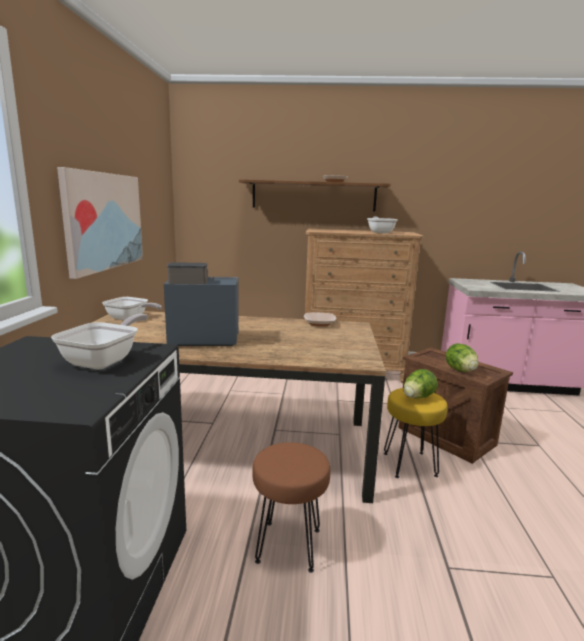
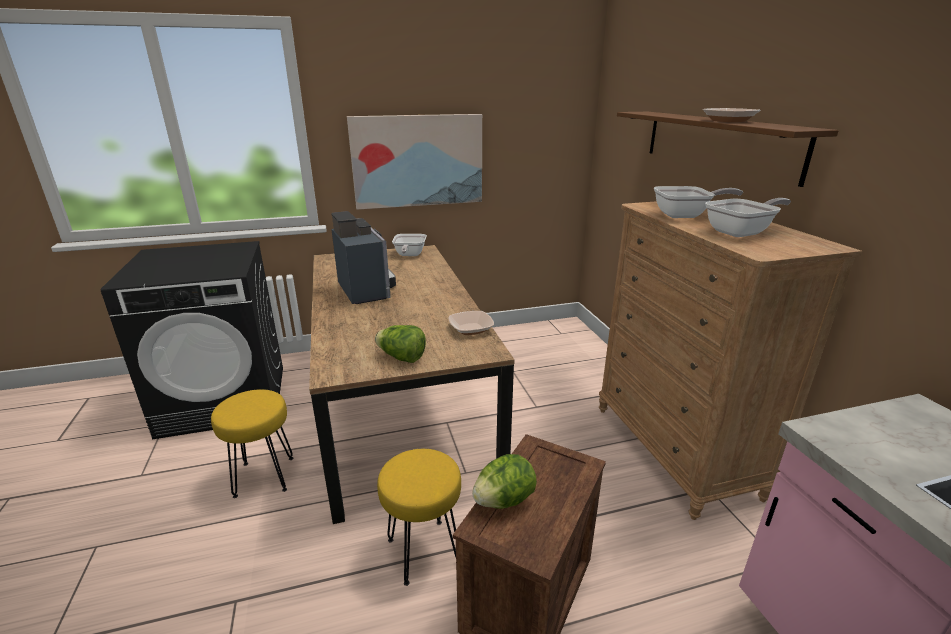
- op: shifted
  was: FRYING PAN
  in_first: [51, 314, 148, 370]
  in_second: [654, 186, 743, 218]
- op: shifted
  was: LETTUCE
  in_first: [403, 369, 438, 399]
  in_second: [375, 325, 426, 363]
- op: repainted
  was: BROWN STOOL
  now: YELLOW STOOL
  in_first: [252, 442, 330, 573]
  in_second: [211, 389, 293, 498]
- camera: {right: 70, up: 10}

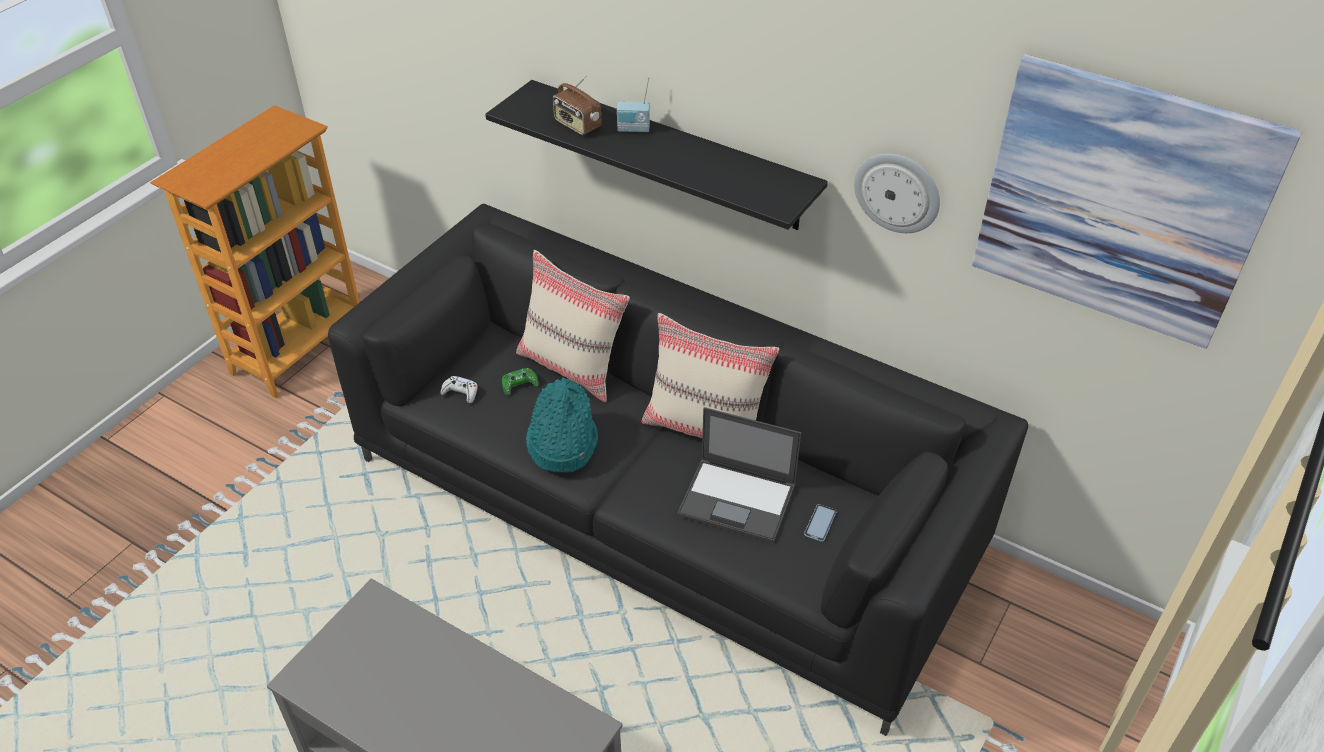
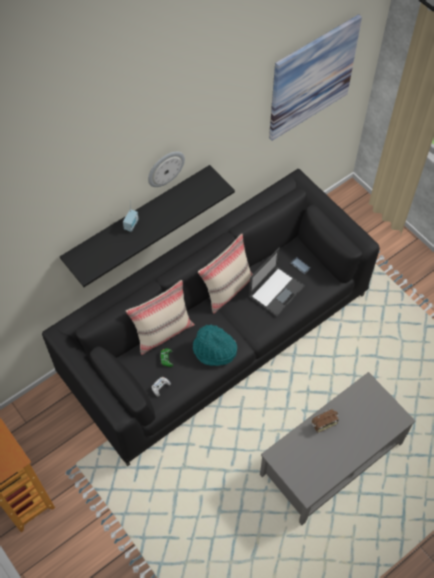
- op: shifted
  was: RADIO
  in_first: [553, 75, 601, 135]
  in_second: [312, 409, 339, 433]
- op: shifted
  was: WALL CLOCK
  in_first: [854, 153, 940, 233]
  in_second: [148, 151, 185, 187]
- camera: {right: -70, up: 15}

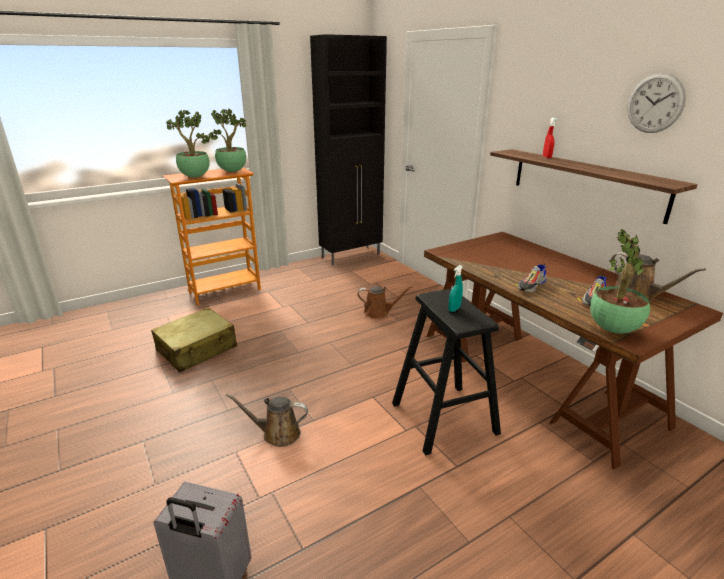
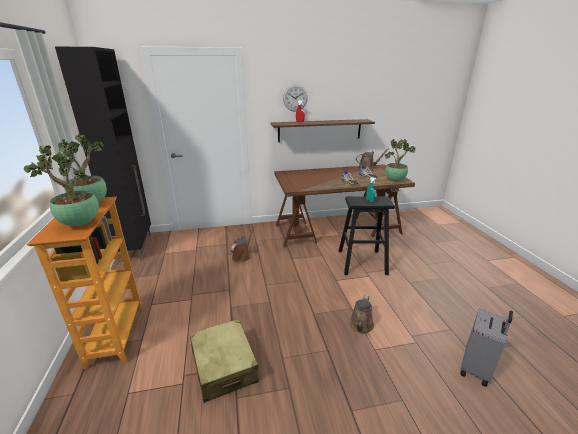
- op: shifted
  was: WALL CLOCK
  in_first: [627, 73, 686, 133]
  in_second: [283, 85, 308, 112]
- camera: {right: -70, up: 0}

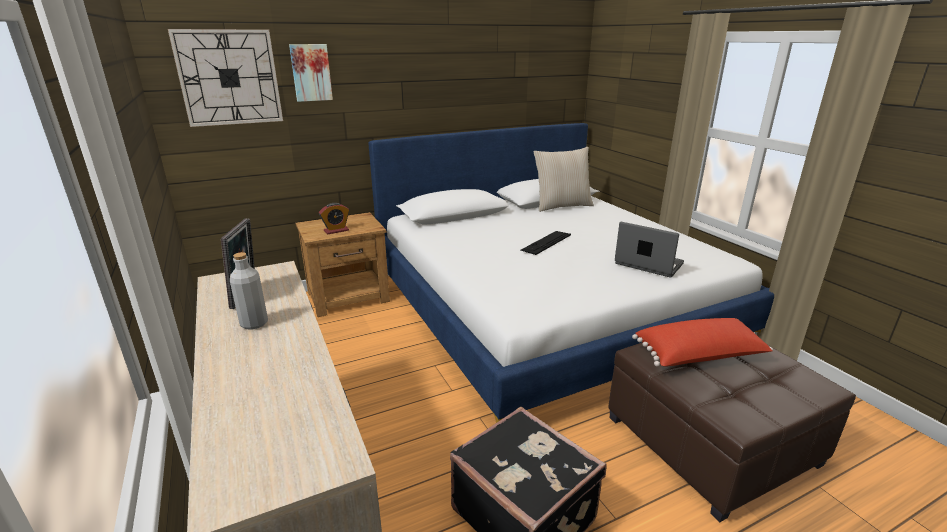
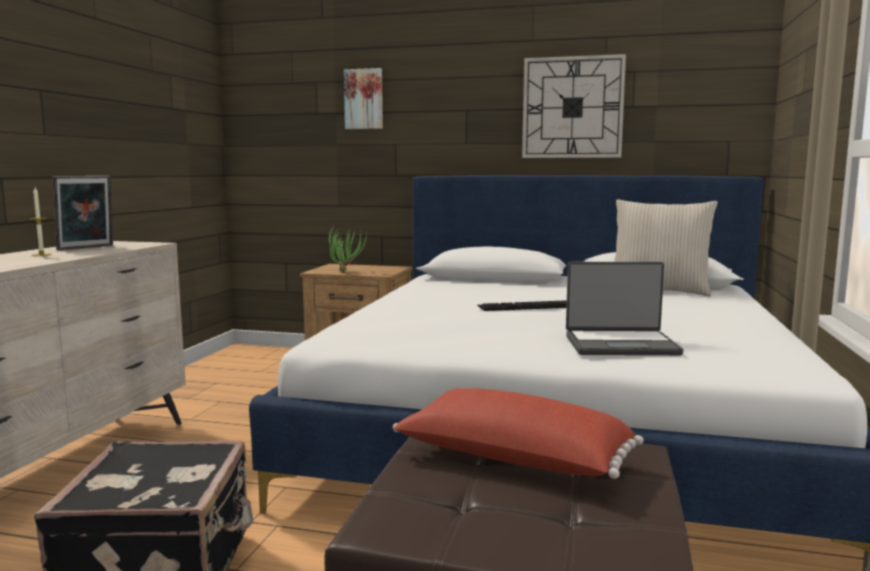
- op: shifted
  was: WALL CLOCK
  in_first: [168, 29, 283, 127]
  in_second: [522, 54, 626, 158]
- op: swapped
  was: ALARM CLOCK
  now: POTTED PLANT
  in_first: [319, 203, 349, 234]
  in_second: [329, 227, 367, 272]
- op: rotated
  was: LAPTOP
  in_first: [615, 222, 684, 278]
  in_second: [566, 262, 683, 355]
  clockwise: 105
- op: swapped
  was: GREY BOTTLE
  now: CANDLE
  in_first: [230, 252, 268, 330]
  in_second: [29, 188, 52, 256]
- camera: {right: 40, up: -15}

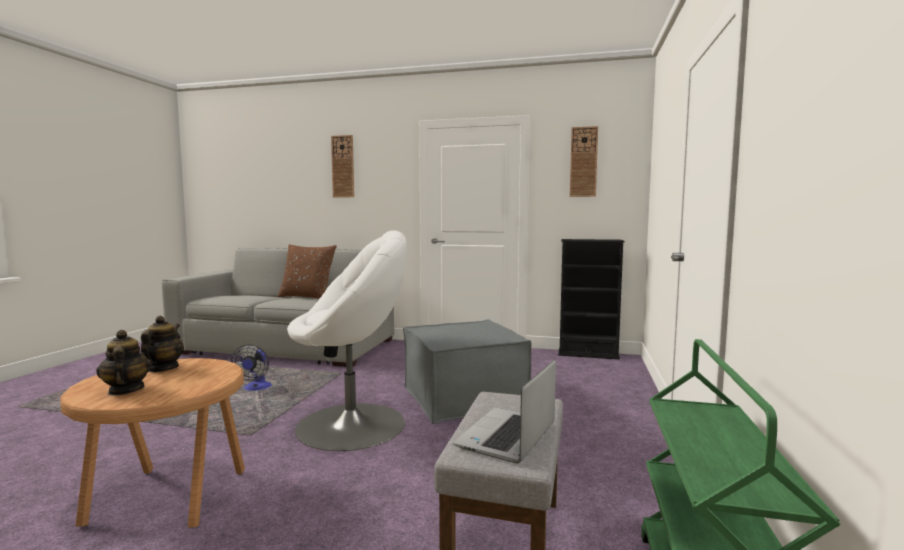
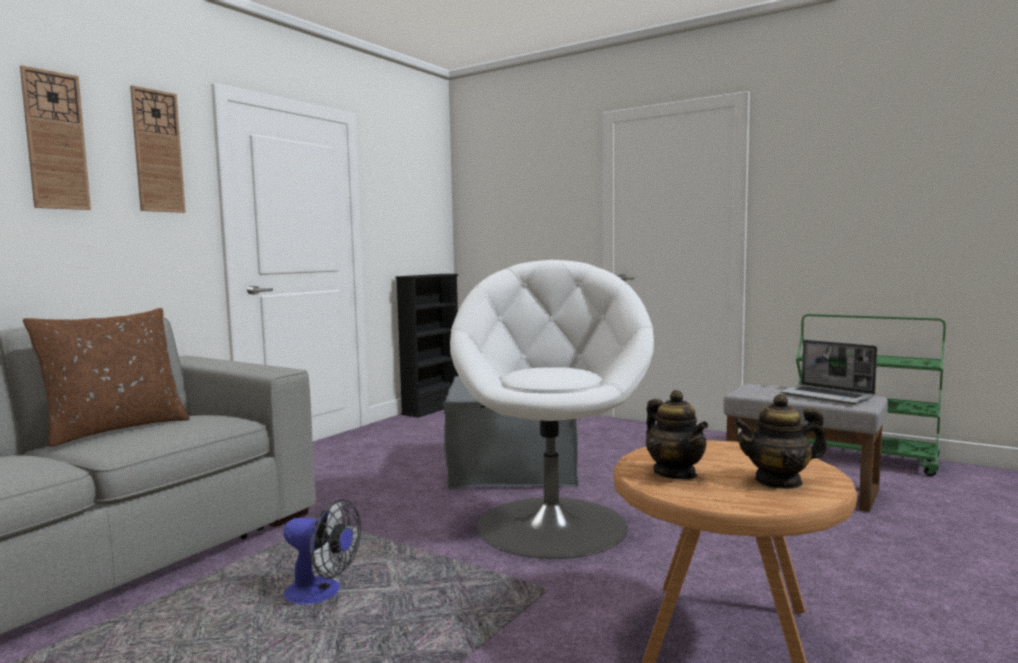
- op: shifted
  was: WALL CLOCK
  in_first: [570, 126, 598, 197]
  in_second: [130, 85, 186, 213]
- op: rotated
  was: TEAPOT
  in_first: [141, 315, 184, 372]
  in_second: [646, 390, 708, 480]
  clockwise: -135
- camera: {right: -70, up: 0}

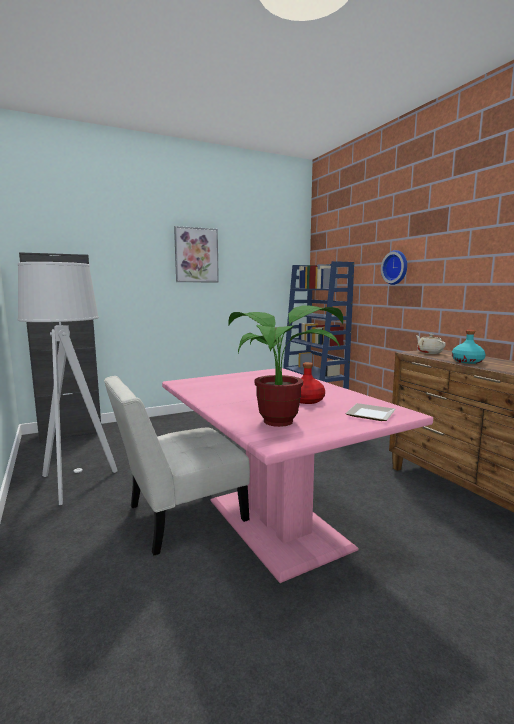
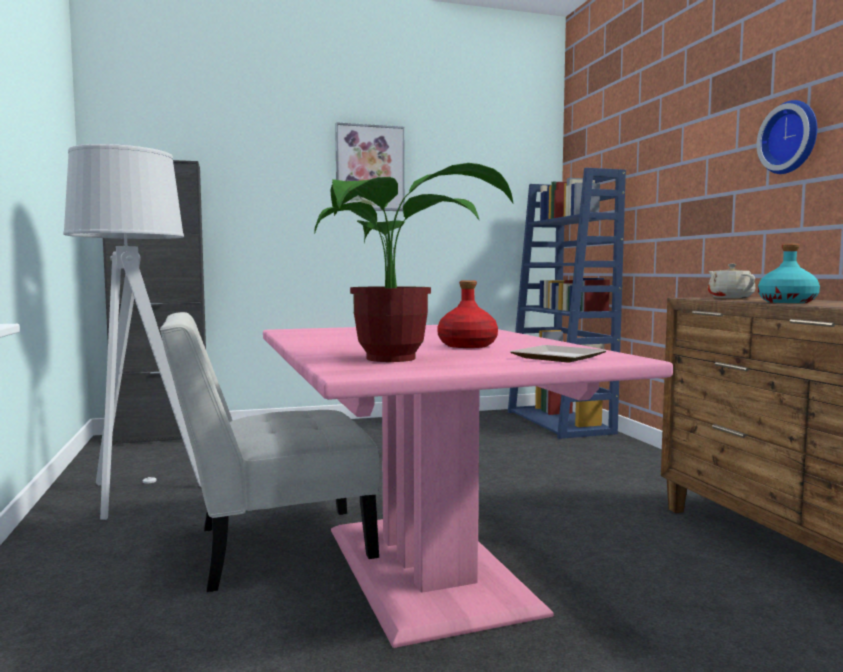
- op: shifted
  was: WALL CLOCK
  in_first: [381, 250, 407, 285]
  in_second: [757, 100, 817, 174]
- camera: {right: 10, up: -5}

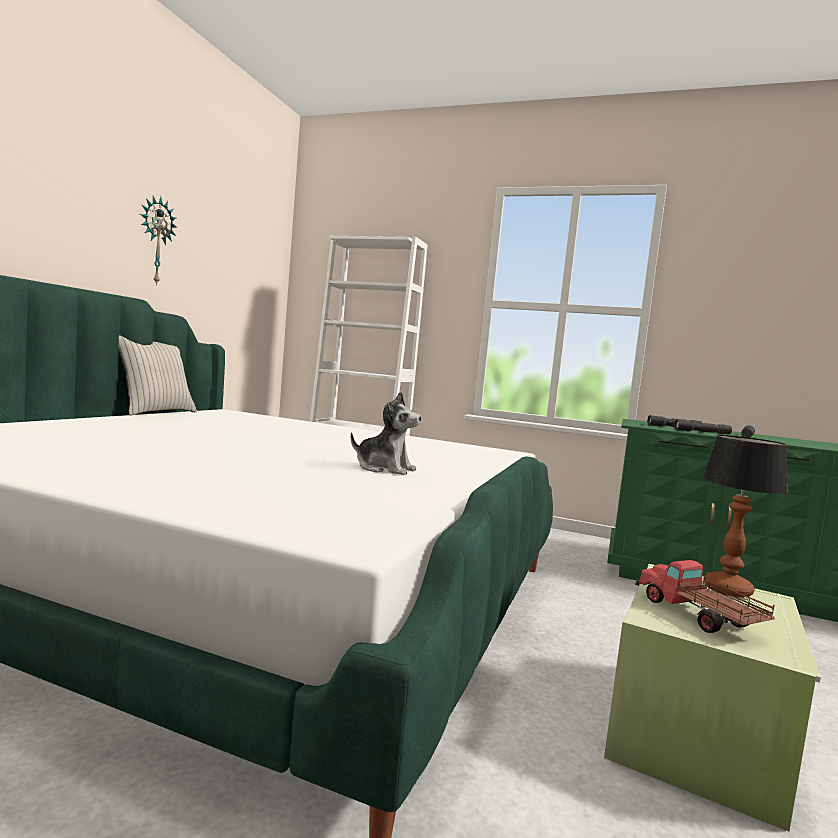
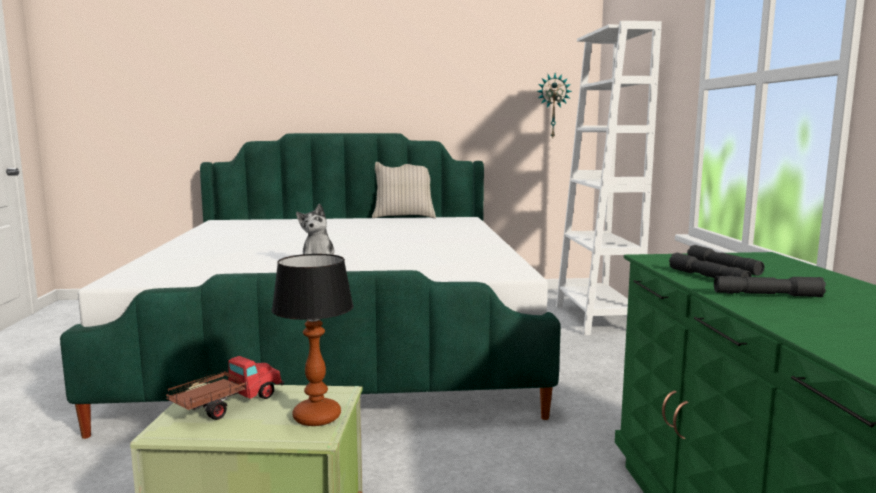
- op: shifted
  was: WALL CLOCK
  in_first: [140, 196, 178, 285]
  in_second: [537, 73, 572, 138]
- camera: {right: 65, up: 5}

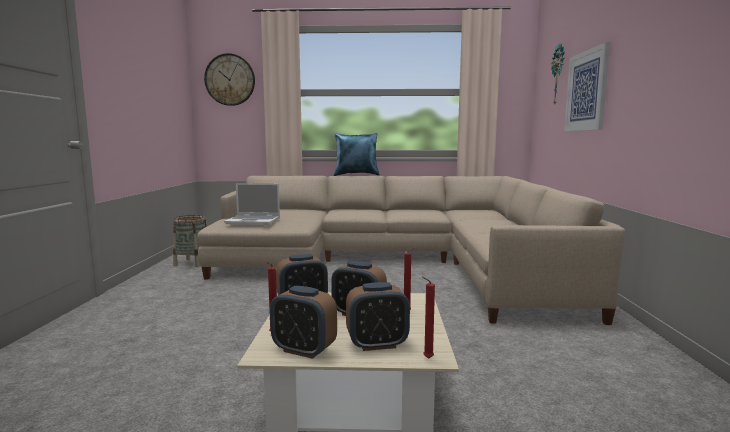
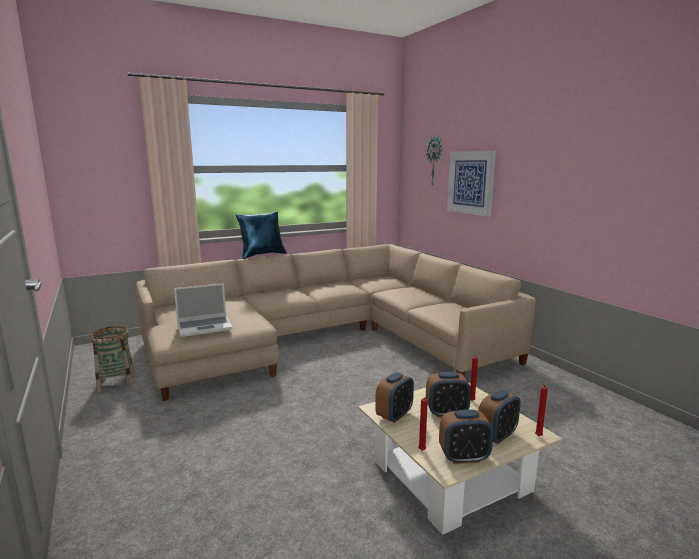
- op: gone
  was: WALL CLOCK
  in_first: [204, 53, 255, 106]
- camera: {right: -30, up: 5}

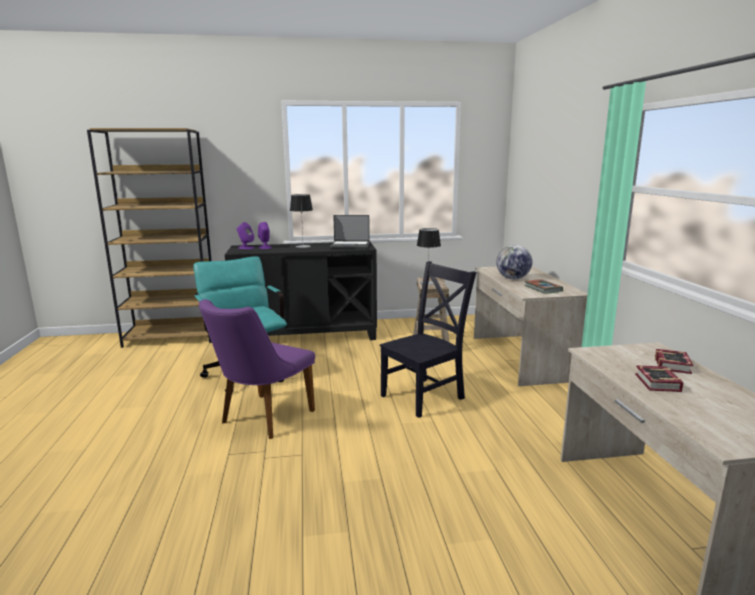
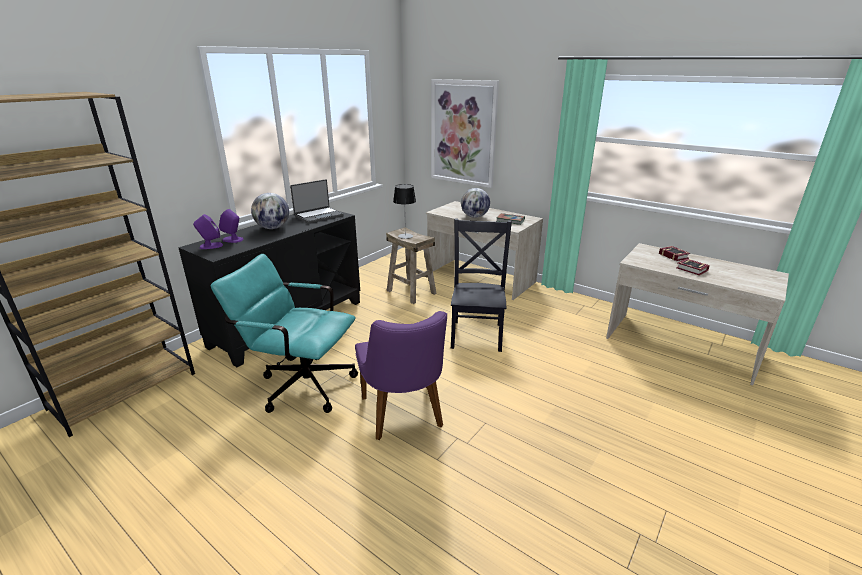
- op: swapped
  was: TABLE LAMP
  now: GLOBE
  in_first: [290, 194, 313, 248]
  in_second: [251, 193, 289, 229]
- op: new
  now: PICTURE
  in_second: [431, 79, 499, 188]
- camera: {right: -45, up: 10}

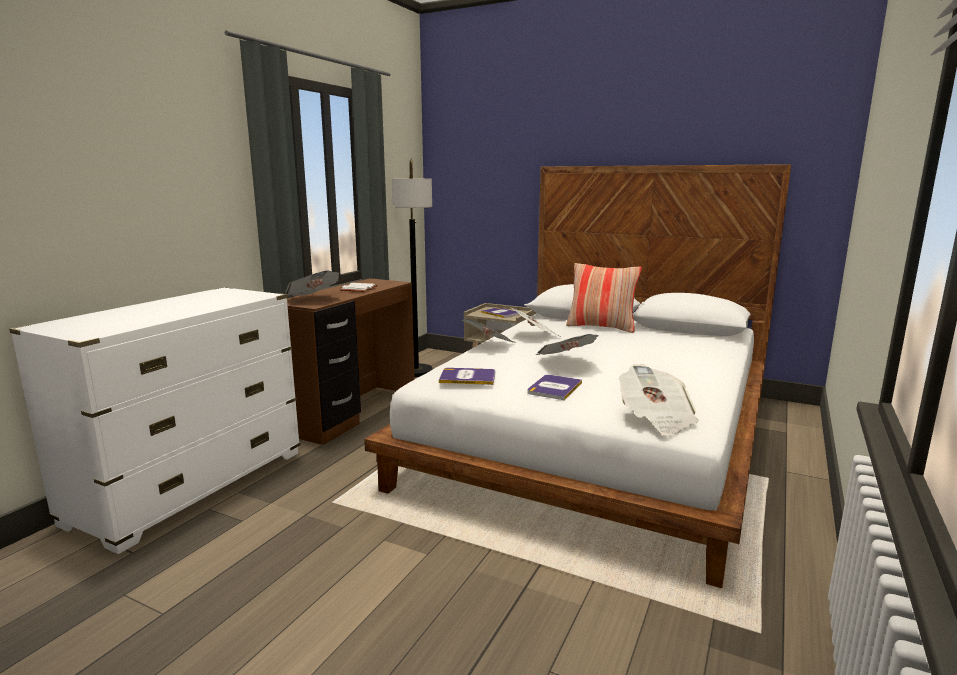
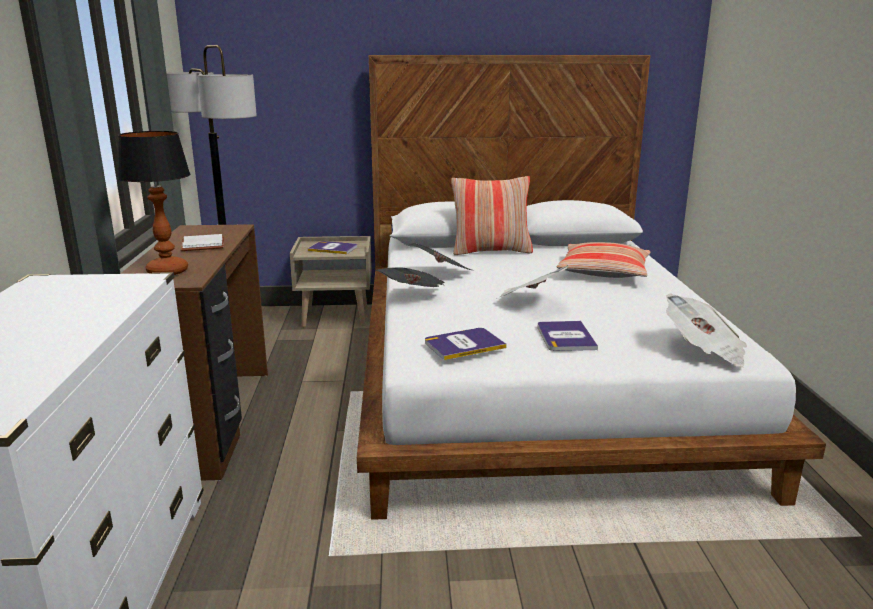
- op: swapped
  was: NEWSPAPER
  now: TABLE LAMP
  in_first: [286, 270, 339, 296]
  in_second: [117, 131, 190, 275]
- op: new
  now: PILLOW
  in_second: [556, 242, 651, 278]
- camera: {right: -30, up: 5}

